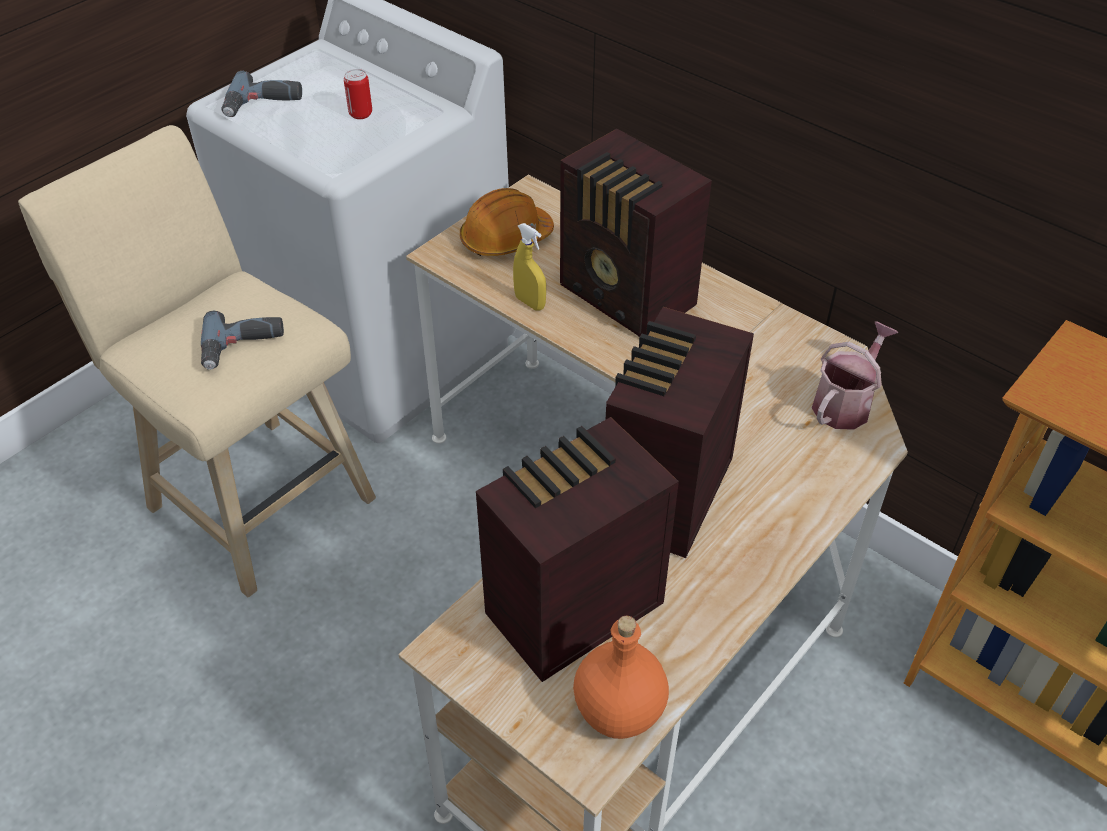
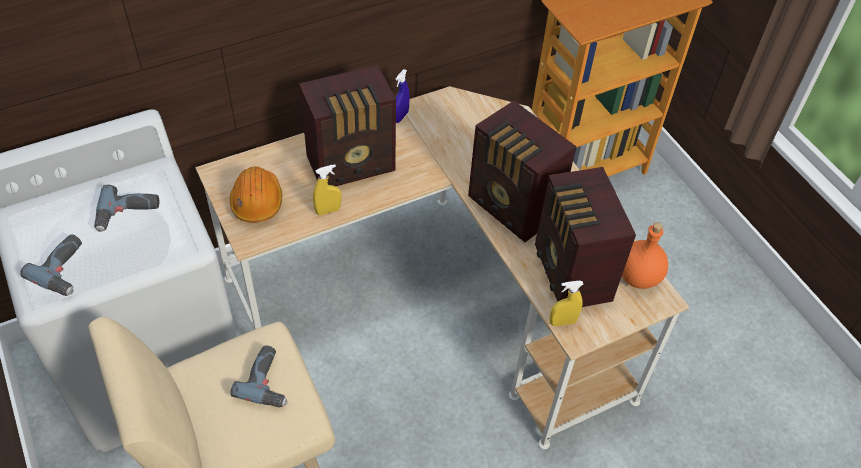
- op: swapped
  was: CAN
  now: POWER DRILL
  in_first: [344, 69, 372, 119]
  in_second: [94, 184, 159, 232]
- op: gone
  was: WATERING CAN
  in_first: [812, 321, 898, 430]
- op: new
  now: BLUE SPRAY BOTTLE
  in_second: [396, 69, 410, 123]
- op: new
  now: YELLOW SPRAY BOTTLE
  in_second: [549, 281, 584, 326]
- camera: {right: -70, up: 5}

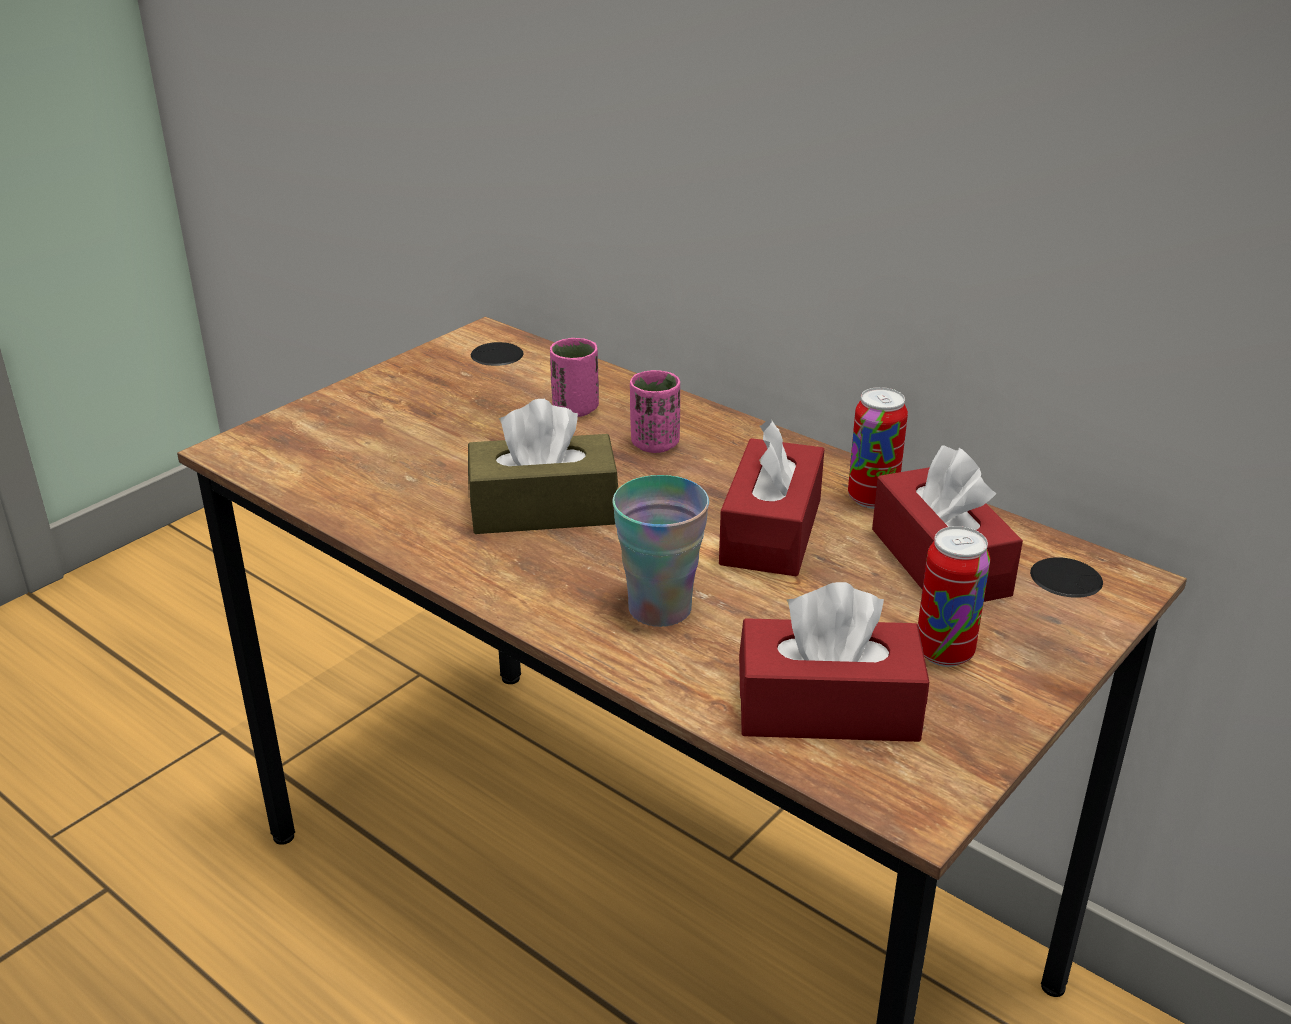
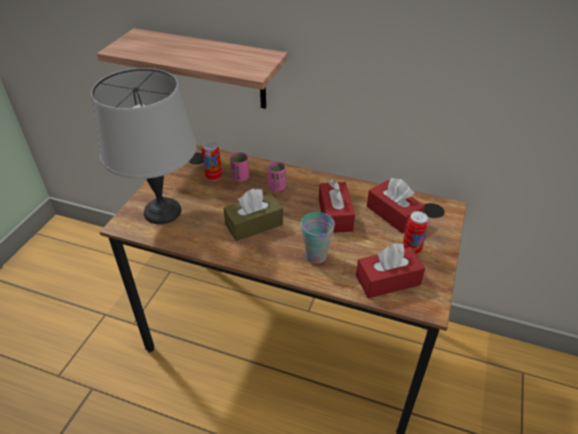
- op: shifted
  was: CAN
  in_first: [848, 387, 908, 509]
  in_second: [202, 141, 222, 181]
- op: new
  now: SHELF
  in_second: [97, 28, 288, 109]
- op: new
  now: GREY TABLE LAMP
  in_second: [91, 68, 196, 224]
- camera: {right: -20, up: 10}

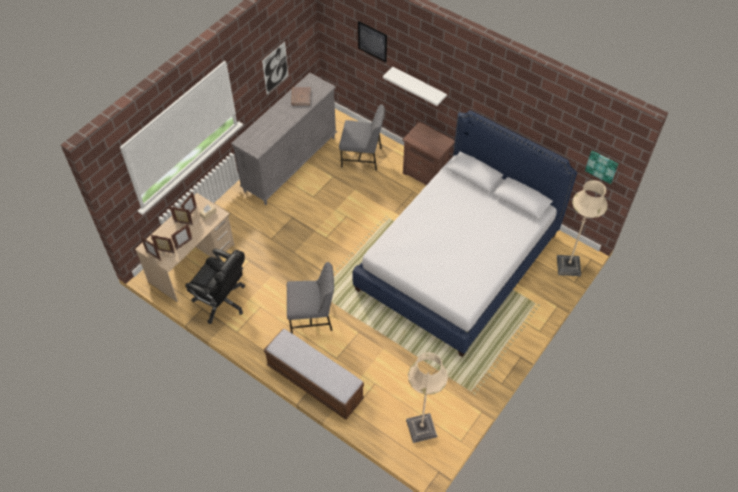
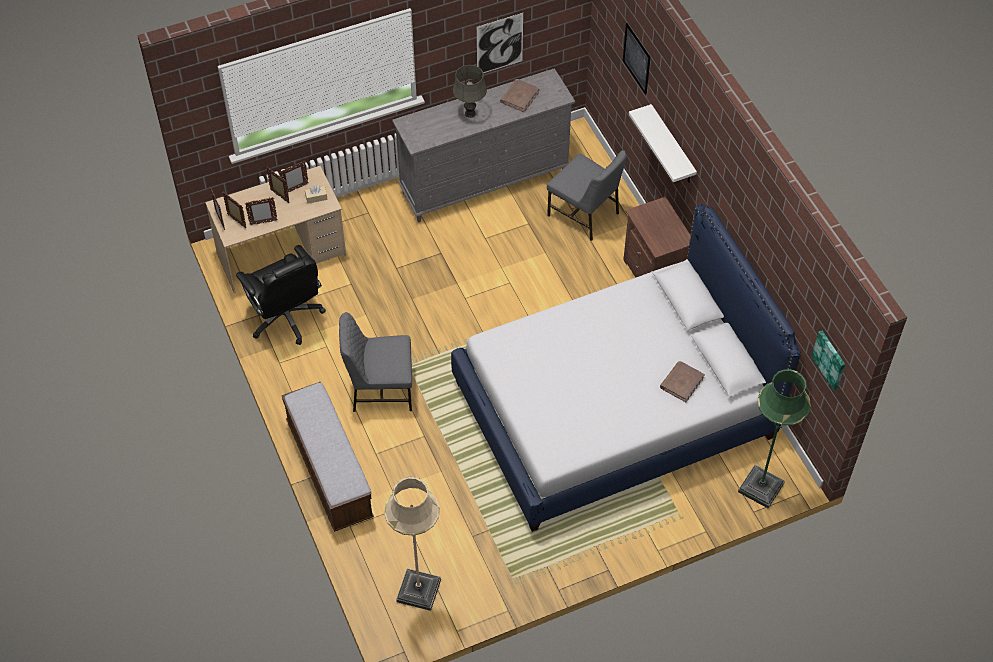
- op: repainted
  was: BEIGE FLOOR LAMP
  now: GREEN FLOOR LAMP
  in_first: [557, 180, 608, 276]
  in_second: [738, 369, 811, 508]
- op: rotated
  was: GREY CHAIR
  in_first: [287, 262, 334, 334]
  in_second: [339, 312, 412, 412]
  clockwise: 150
- op: new
  now: GREY TABLE LAMP
  in_second: [453, 65, 487, 118]
- op: new
  now: BROWN BOOK
  in_second: [660, 361, 705, 402]
- camera: {right: 30, up: 0}

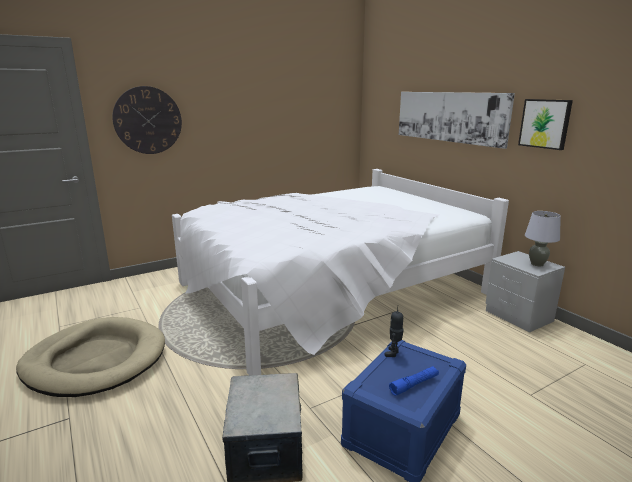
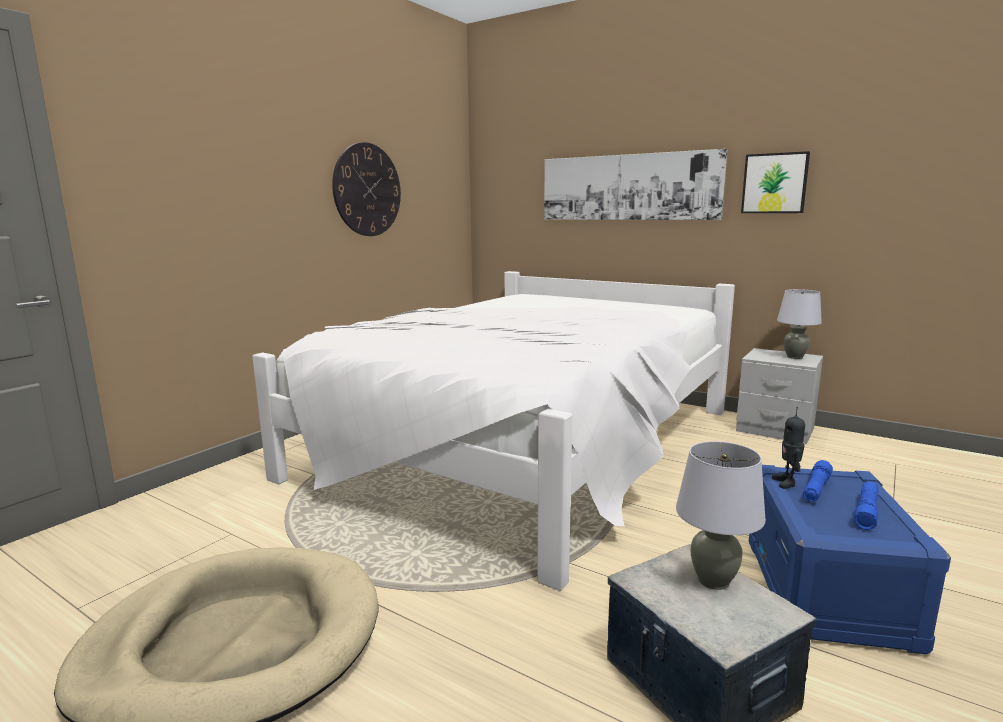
- op: shifted
  was: WALL CLOCK
  in_first: [112, 86, 182, 154]
  in_second: [332, 142, 401, 236]
- op: new
  now: GREY TABLE LAMP
  in_second: [676, 441, 766, 590]
- op: new
  now: BLUE FLASHLIGHT
  in_second: [803, 460, 833, 502]
- camera: {right: -25, up: -5}

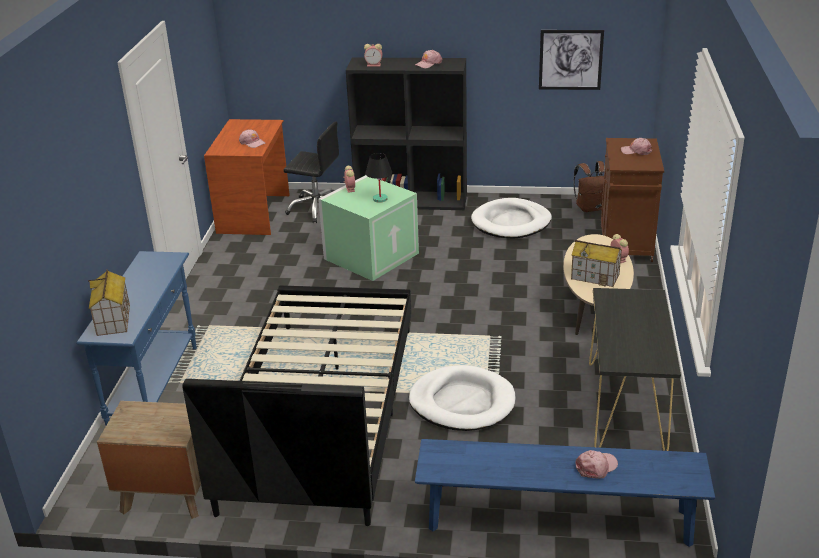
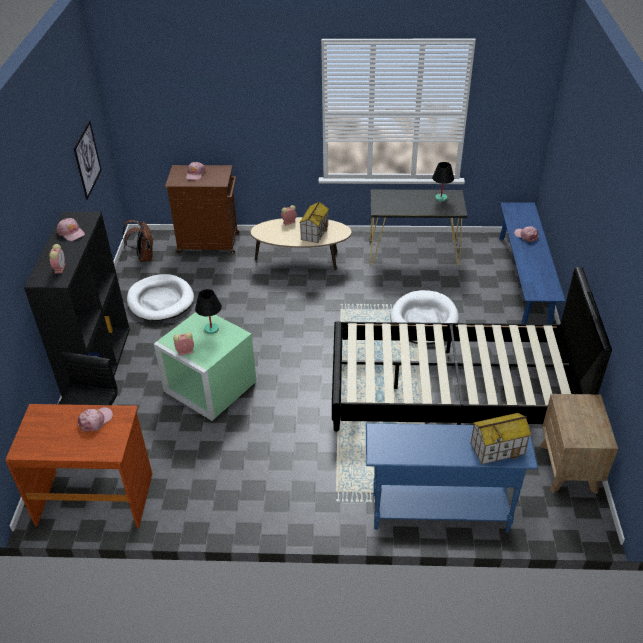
- op: new
  now: BLACK TABLE LAMP
  in_second: [432, 162, 454, 202]
- camera: {right: -95, up: 10}

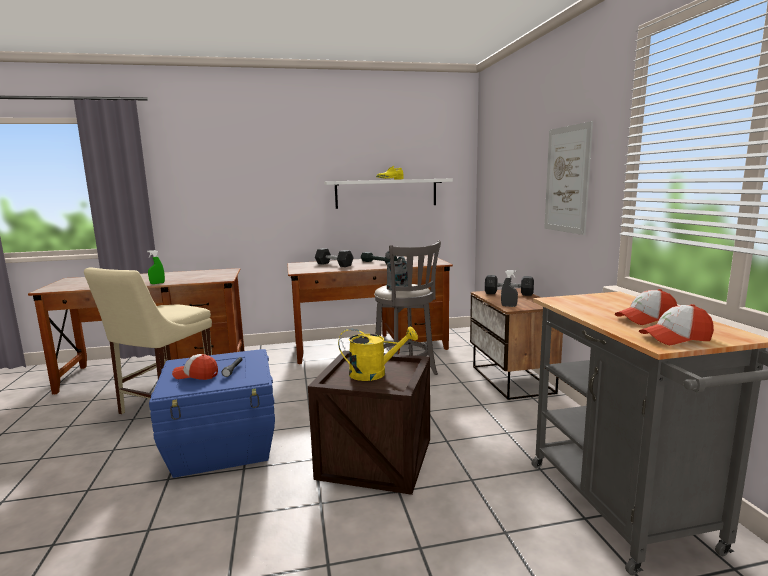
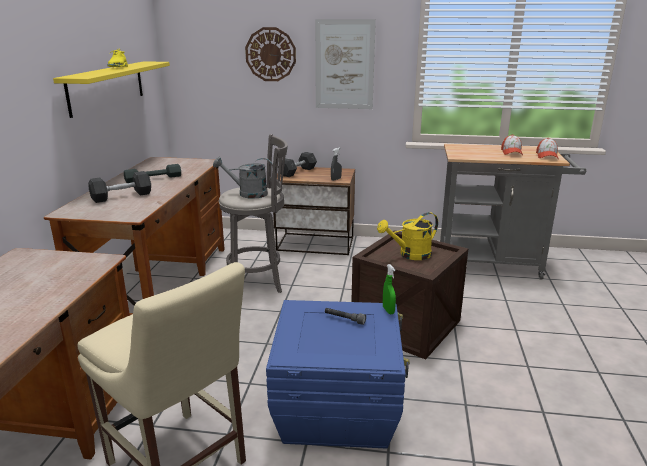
- op: repainted
  was: WHITE SHELF
  now: YELLOW SHELF
  in_first: [324, 178, 453, 209]
  in_second: [53, 61, 170, 118]
- op: shifted
  was: GREEN SPRAY BOTTLE
  in_first: [147, 250, 165, 284]
  in_second: [383, 264, 396, 314]
- op: rotated
  was: YELLOW WATERING CAN
  in_first: [338, 326, 418, 381]
  in_second: [377, 212, 438, 260]
  clockwise: -135
- op: gone
  was: CAP
  in_first: [172, 354, 218, 380]
- op: new
  now: WALL CLOCK
  in_second: [245, 27, 296, 81]
- camera: {right: -70, up: 10}

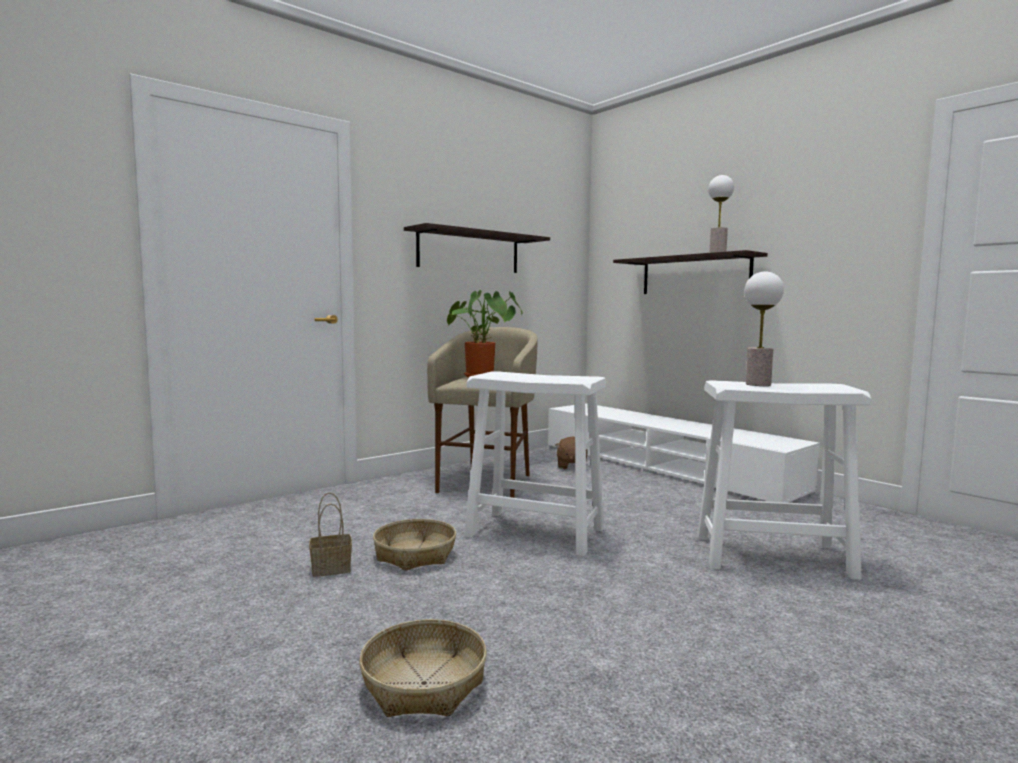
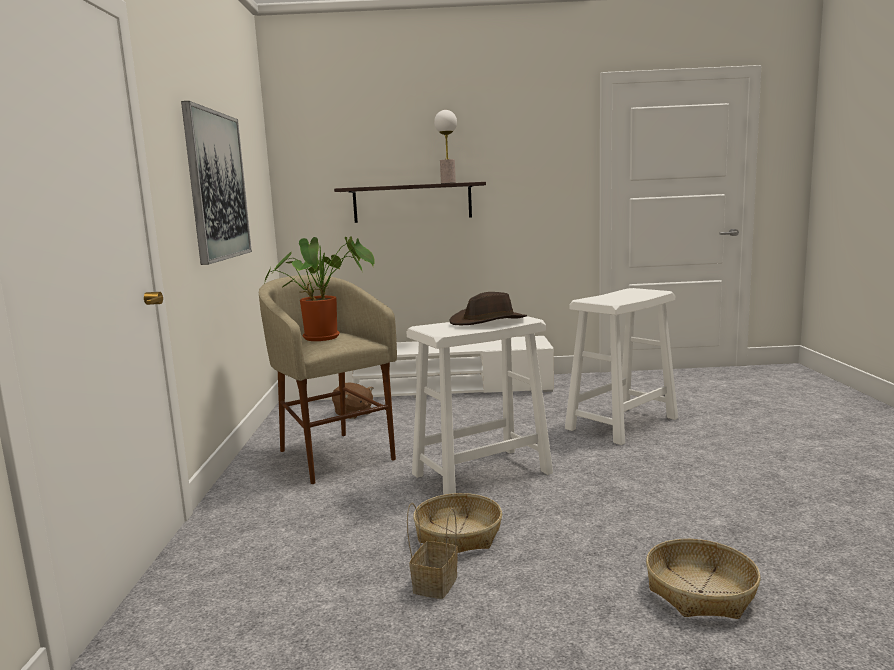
- op: swapped
  was: SHELF
  now: PICTURE
  in_first: [404, 223, 550, 273]
  in_second: [181, 101, 252, 265]
- op: gone
  was: TABLE LAMP
  in_first: [744, 271, 784, 386]
- op: new
  now: BROWN HAT
  in_second: [449, 292, 527, 325]
- camera: {right: -50, up: 5}

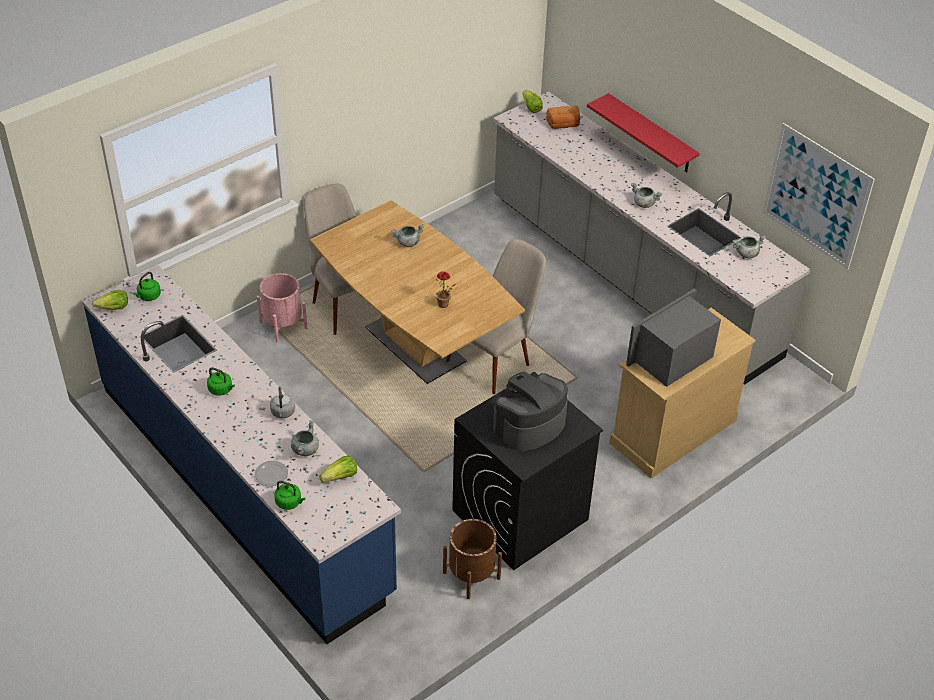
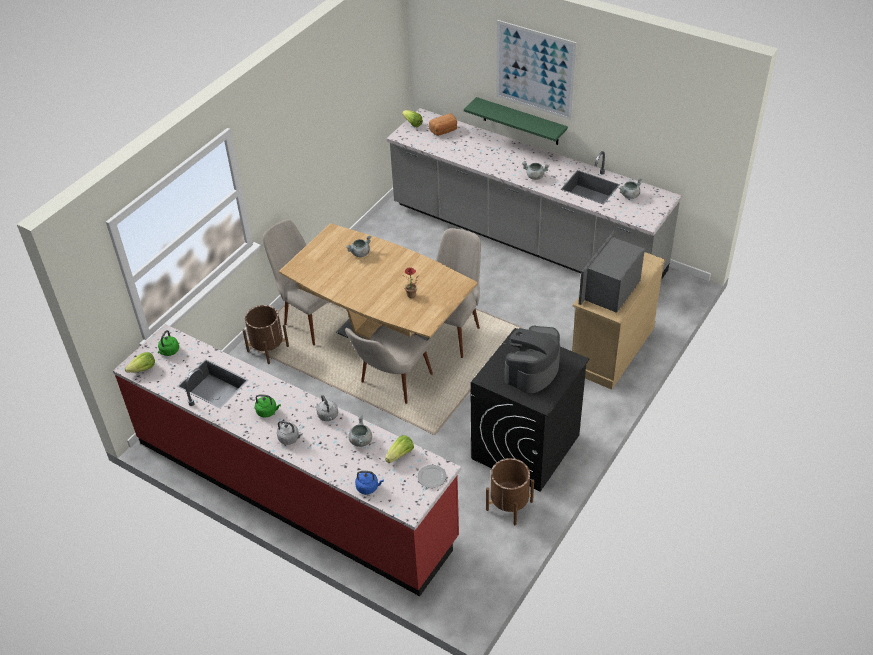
- op: repainted
  was: RED SHELF
  now: GREEN SHELF
  in_first: [587, 93, 700, 173]
  in_second: [464, 97, 568, 145]
- op: shifted
  was: PICTURE
  in_first: [763, 123, 875, 269]
  in_second: [496, 20, 577, 120]
- op: repainted
  was: BLUE COUNTER
  now: RED COUNTER
  in_first: [82, 266, 401, 644]
  in_second: [113, 324, 461, 596]
- op: repainted
  was: PINK PLANTER
  now: BROWN PLANTER
  in_first: [257, 273, 307, 343]
  in_second: [242, 305, 289, 364]
- op: shifted
  was: PLATE
  in_first: [255, 461, 288, 486]
  in_second: [417, 465, 446, 488]
- op: repainted
  was: GREEN KETTLE
  now: BLUE KETTLE
  in_first: [274, 481, 305, 510]
  in_second: [355, 471, 384, 495]
- op: new
  now: BEIGE CHAIR
  in_second: [345, 325, 433, 404]
- op: new
  now: GREY KETTLE
  in_second: [277, 421, 303, 445]
- camera: {right: -15, up: 0}

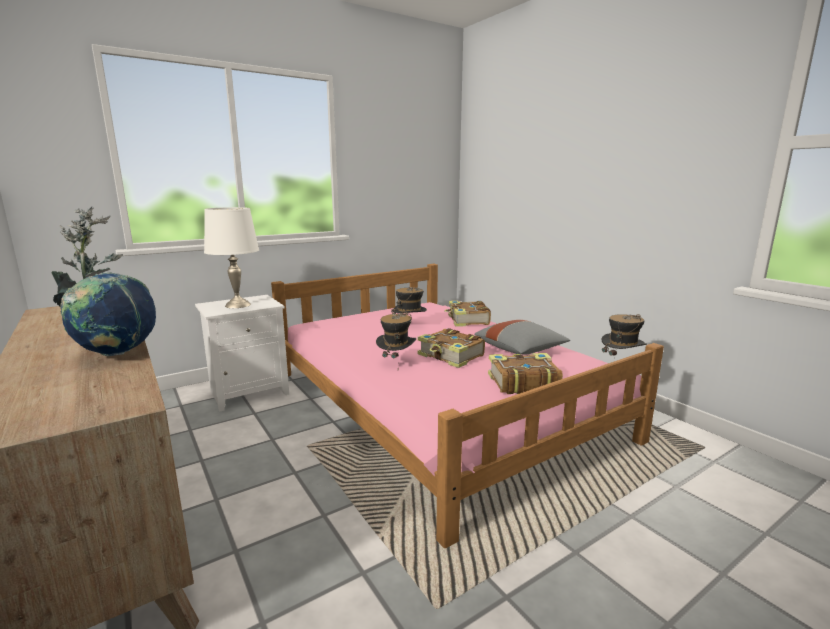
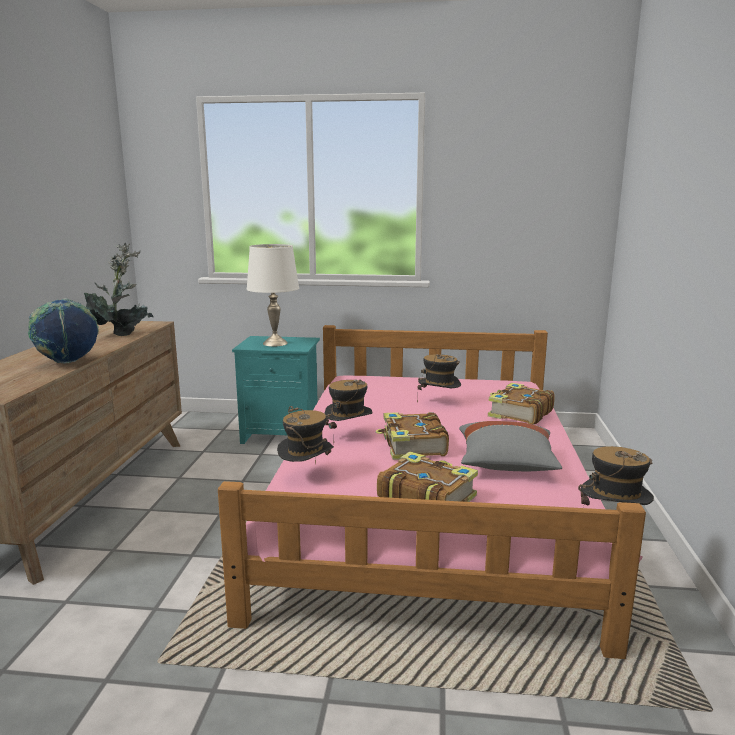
- op: repainted
  was: WHITE NIGHTSTAND
  now: TURQUOISE NIGHTSTAND
  in_first: [195, 295, 289, 412]
  in_second: [232, 336, 320, 444]
- op: new
  now: HAT
  in_second: [277, 406, 334, 465]
- camera: {right: 40, up: 0}

